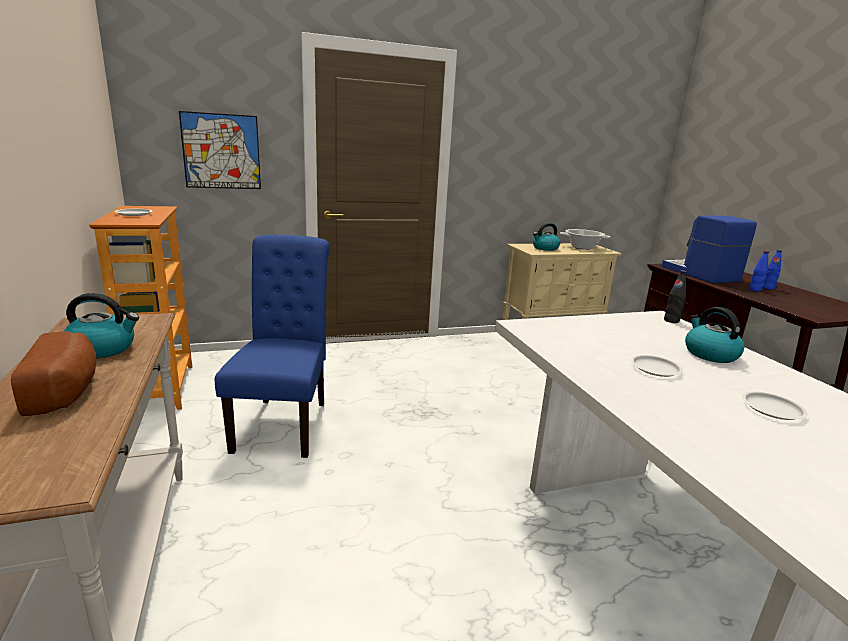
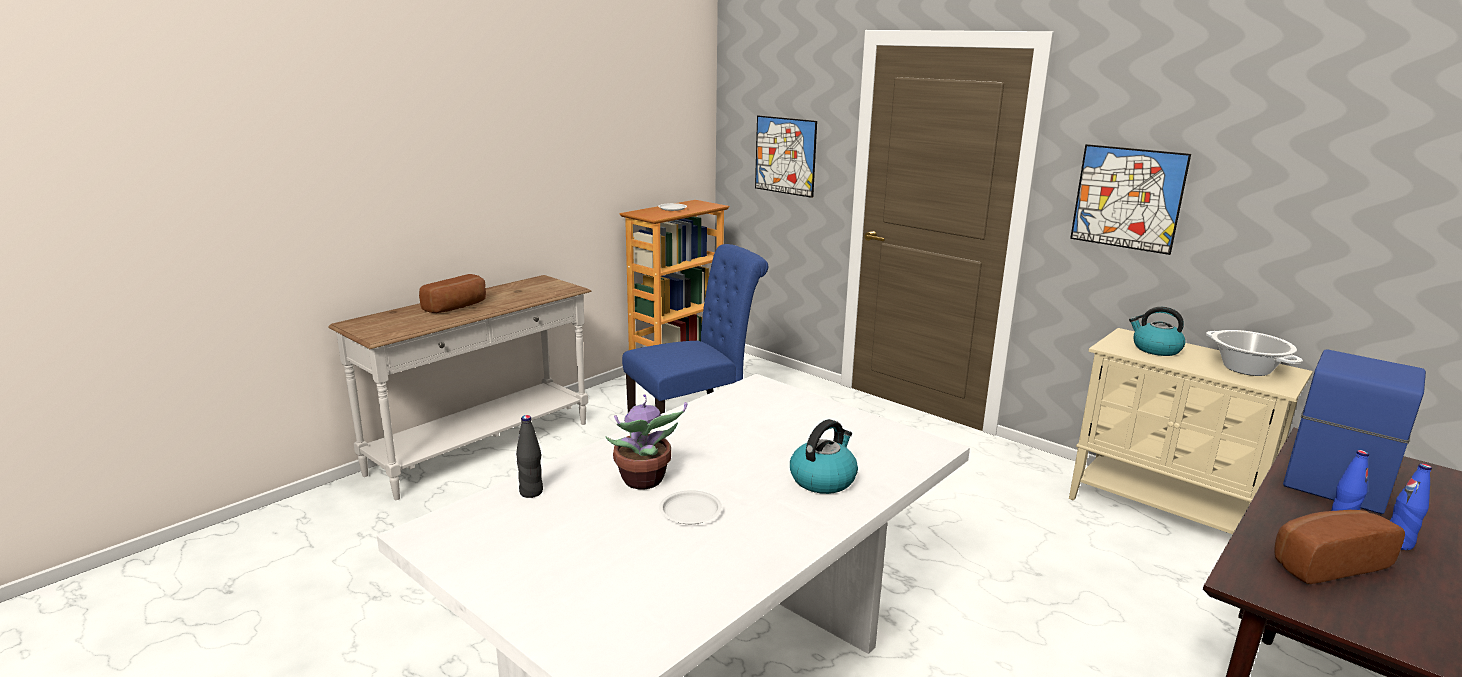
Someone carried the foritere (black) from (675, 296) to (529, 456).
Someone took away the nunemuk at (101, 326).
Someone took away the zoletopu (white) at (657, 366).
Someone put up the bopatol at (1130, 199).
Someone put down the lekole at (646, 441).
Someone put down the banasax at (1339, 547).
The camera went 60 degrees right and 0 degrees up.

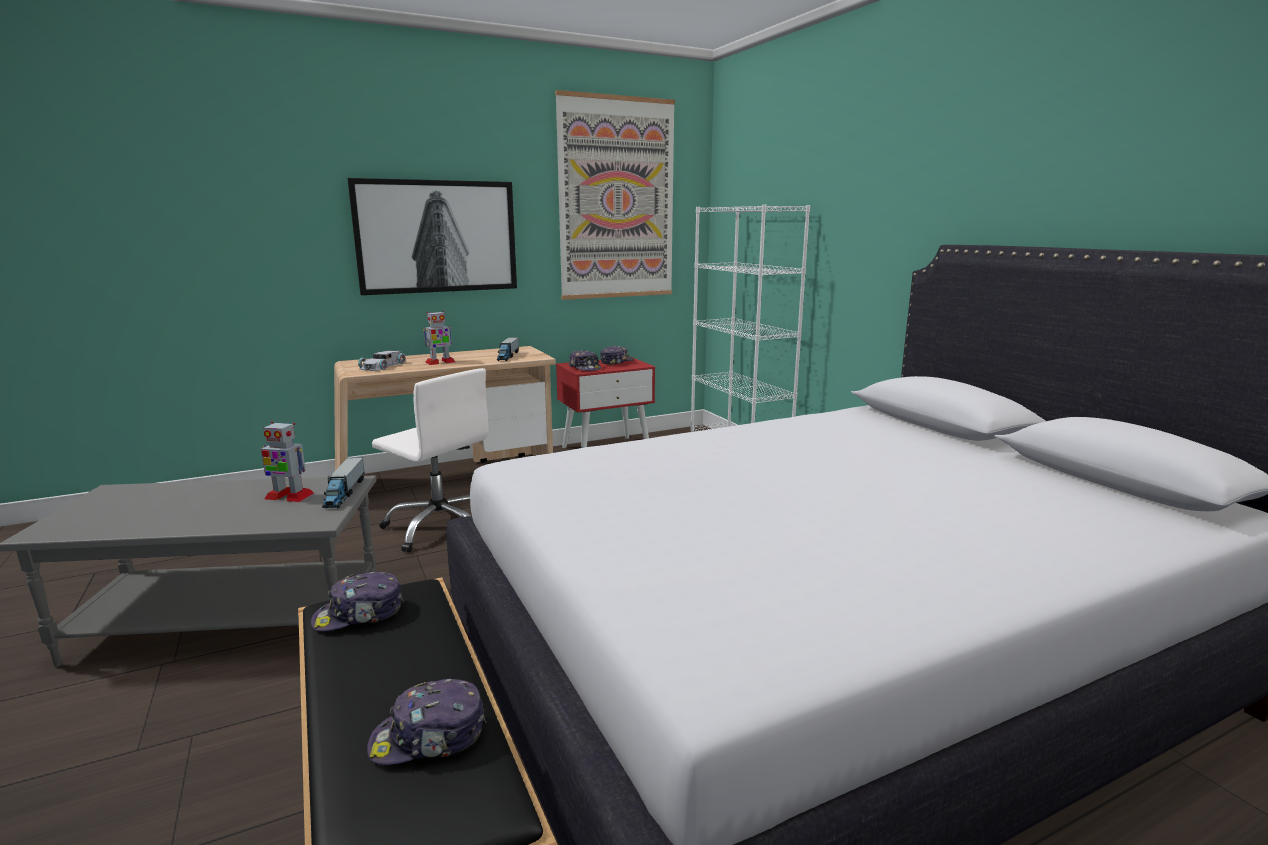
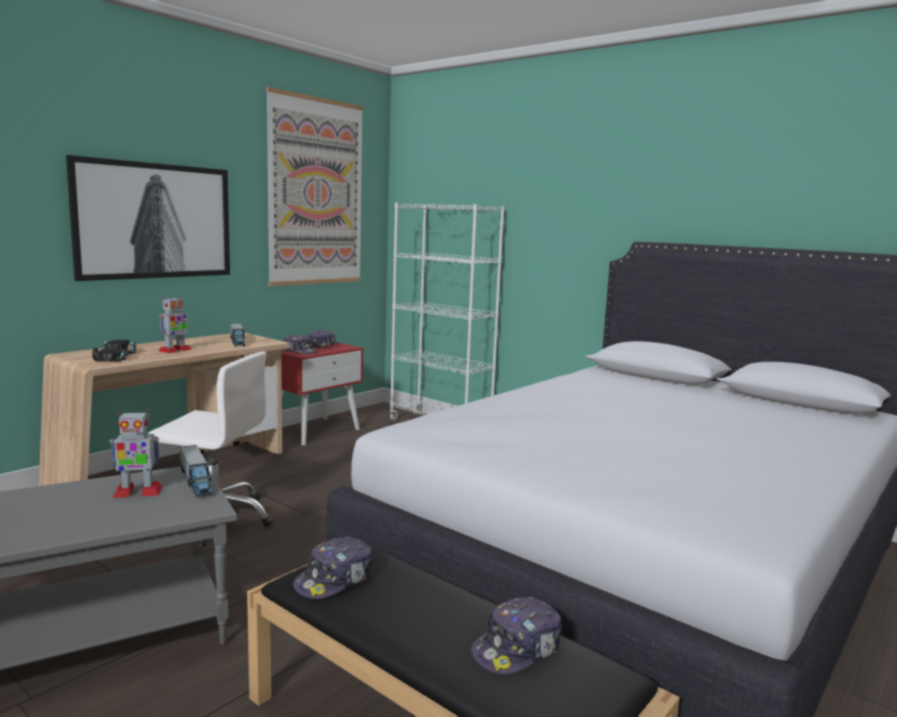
Someone repainted the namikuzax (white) at (382, 360), which became the namikuzax (black) at (114, 351).
The camera went 25 degrees left and 5 degrees down.

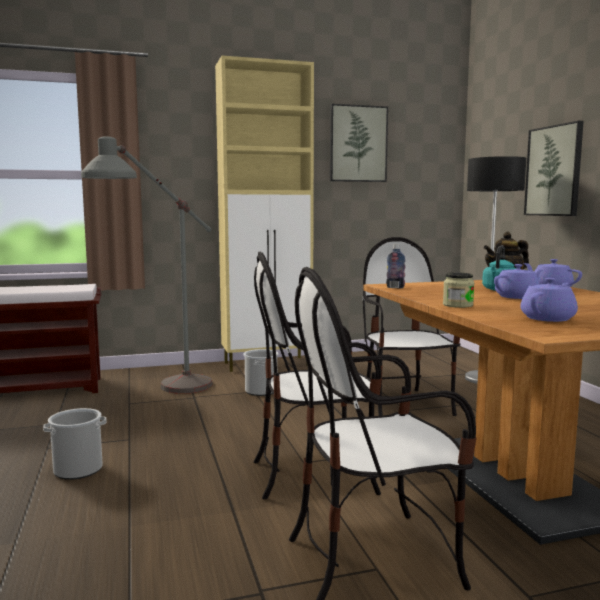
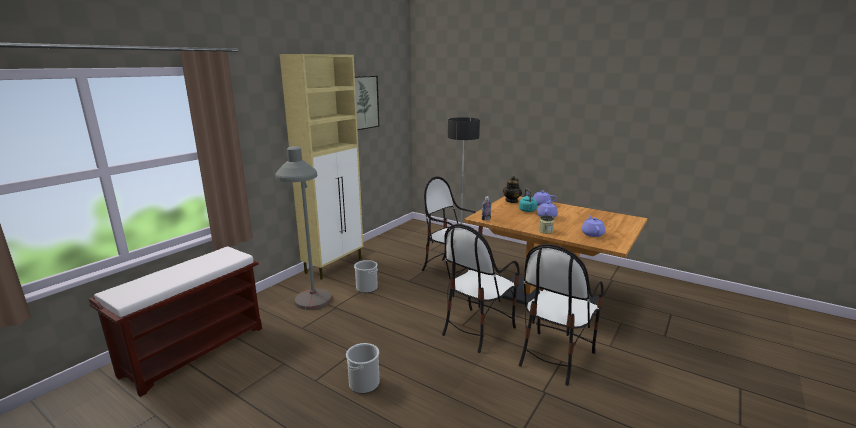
Someone took away the bopatol at (554, 168).
The camera went 40 degrees left and 10 degrees up.

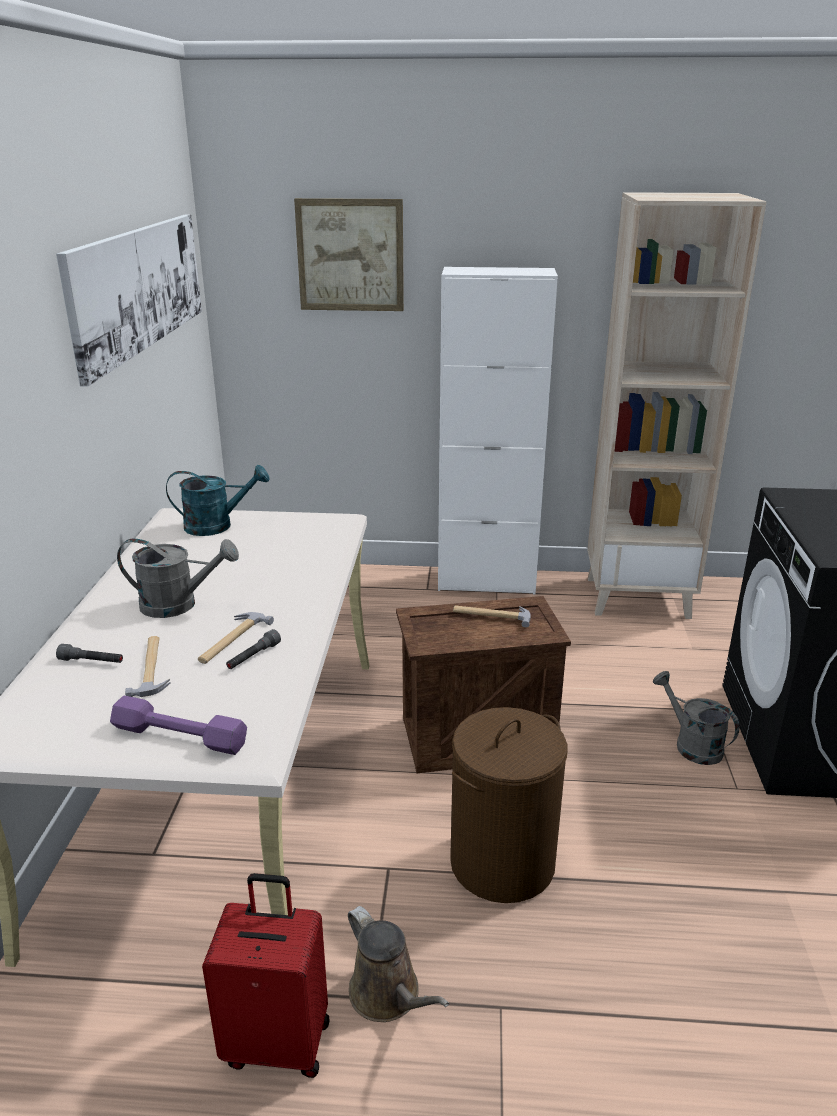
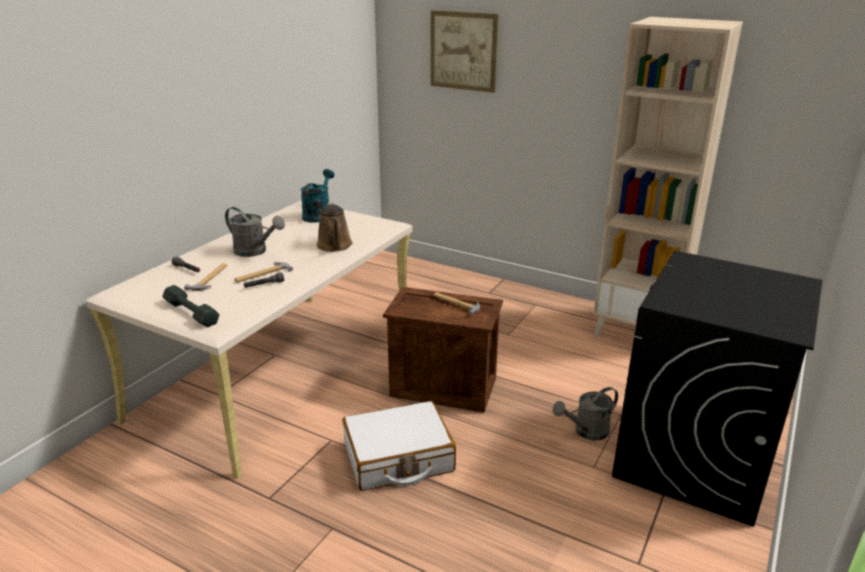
Someone took away the bopatol at (129, 300).
Someone took away the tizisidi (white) at (498, 431).
Someone rotated the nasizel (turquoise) at (218, 500) by 90 degrees counterclockwise.
Someone rotated the nasizel (grey) at (696, 718) by 105 degrees counterclockwise.
Someone repainted the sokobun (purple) at (178, 725), which became the sokobun (grey) at (191, 306).
Someone swapped the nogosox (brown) at (509, 805) for the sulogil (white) at (399, 446).
Someone took away the sulogil (red) at (266, 975).
Someone carried the nasizel (brown) from (398, 964) to (335, 227).
The camera went 25 degrees right and 0 degrees up.

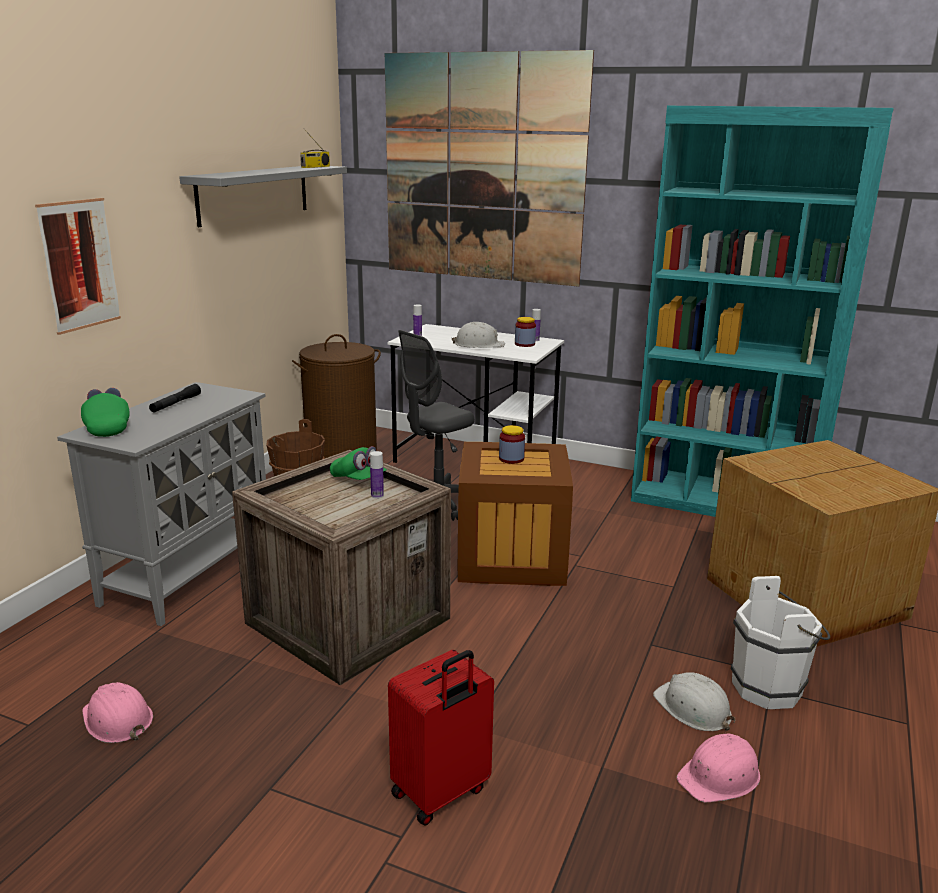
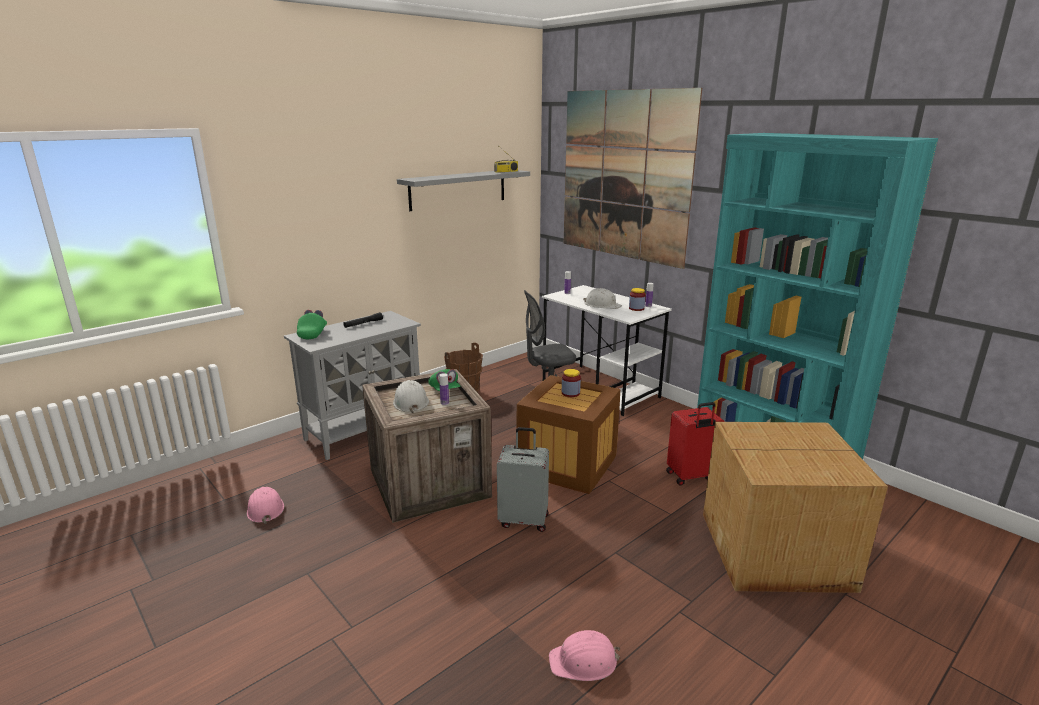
Someone took away the bopatol at (78, 266).
Someone took away the nogosox (brown) at (336, 396).
Someone took away the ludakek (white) at (780, 642).
Someone carried the sulogil (red) from (441, 738) to (695, 444).
Someone carried the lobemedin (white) from (694, 701) to (411, 396).
Someone put down the sulogil (grey) at (523, 479).
The camera went 25 degrees right and 0 degrees up.

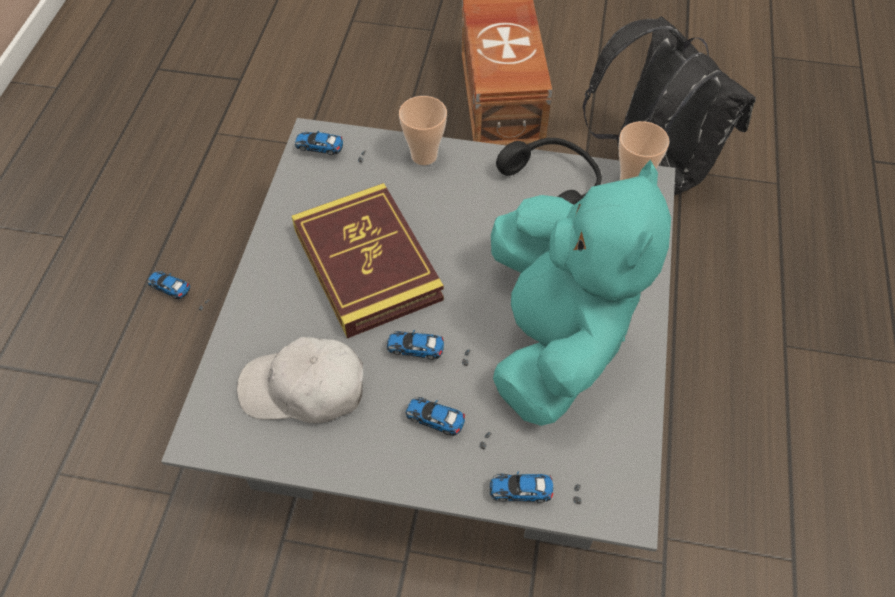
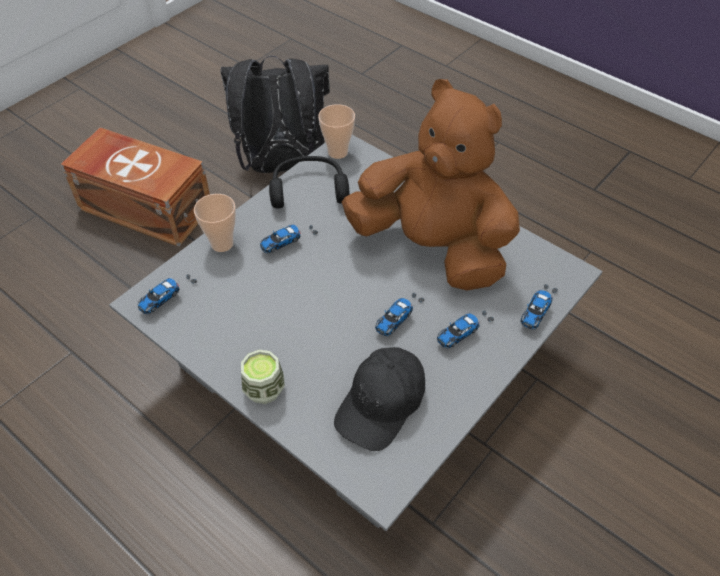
Someone repainted the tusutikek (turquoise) at (581, 293), which became the tusutikek (brown) at (431, 184).
Someone took away the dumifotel at (368, 260).
Someone carried the namikuzax from (179, 291) to (289, 239).
Someone repainted the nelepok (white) at (300, 380), which became the nelepok (black) at (379, 399).
Someone put down the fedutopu at (263, 377).
The camera went 60 degrees left and 5 degrees down.

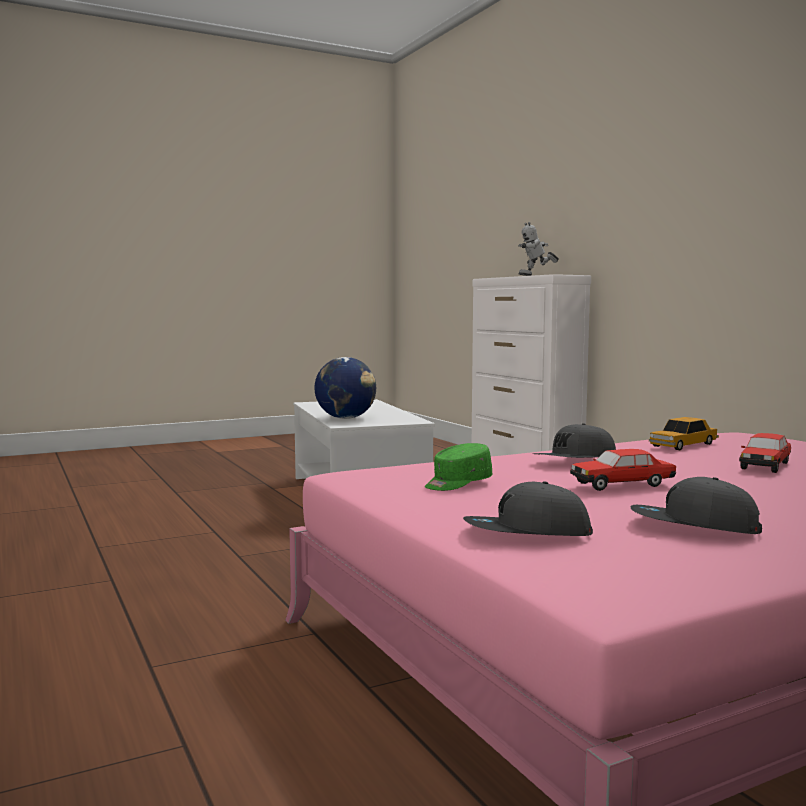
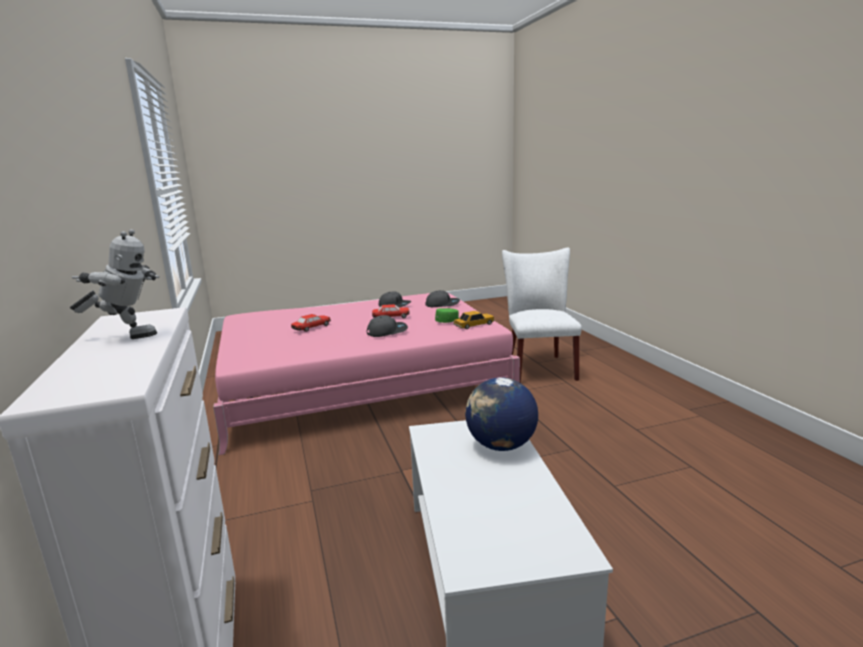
Someone carried the namikuzax from (684, 433) to (473, 320).
Someone put down the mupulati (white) at (542, 315).
The camera went 170 degrees left and 10 degrees up.

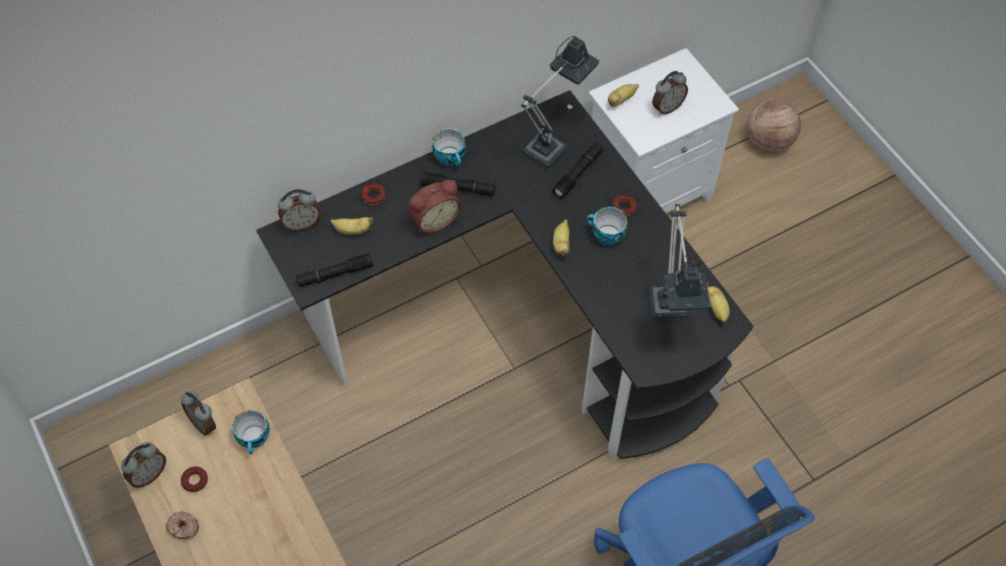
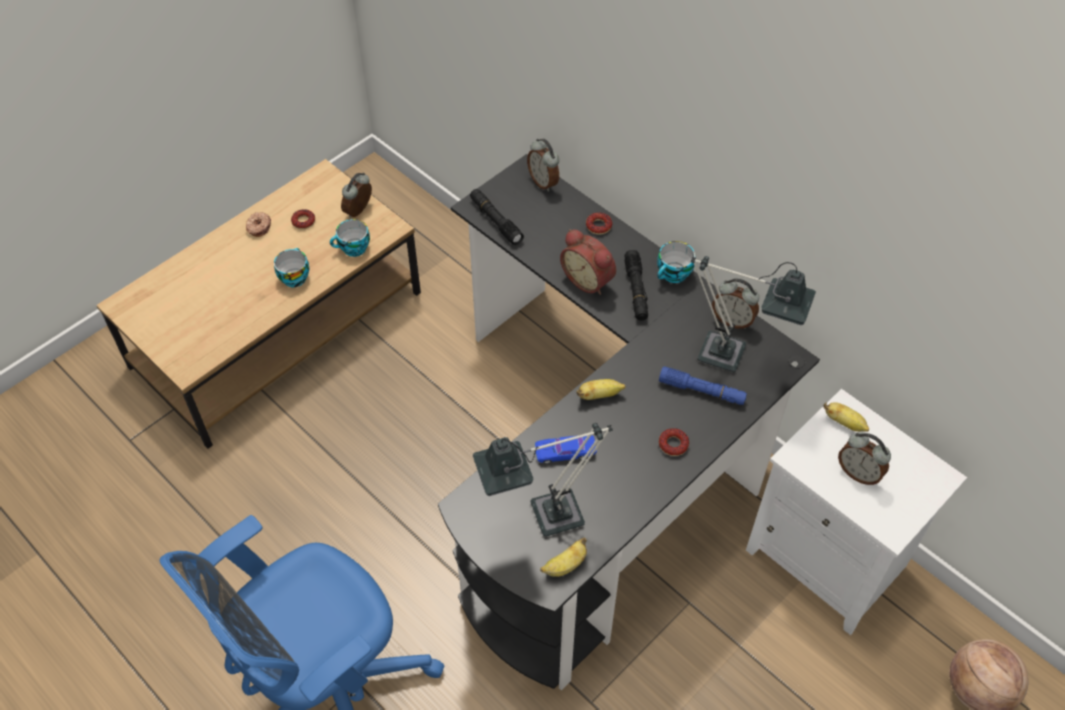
Someone repainted the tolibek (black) at (577, 171), which became the tolibek (blue) at (703, 385).
Someone carried the fedutopu from (606, 226) to (292, 267).
Someone took away the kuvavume at (352, 226).
Someone carried the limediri from (143, 465) to (735, 303).
Someone put down the namikuzax (blue) at (566, 449).
The camera went 75 degrees right and 5 degrees down.

